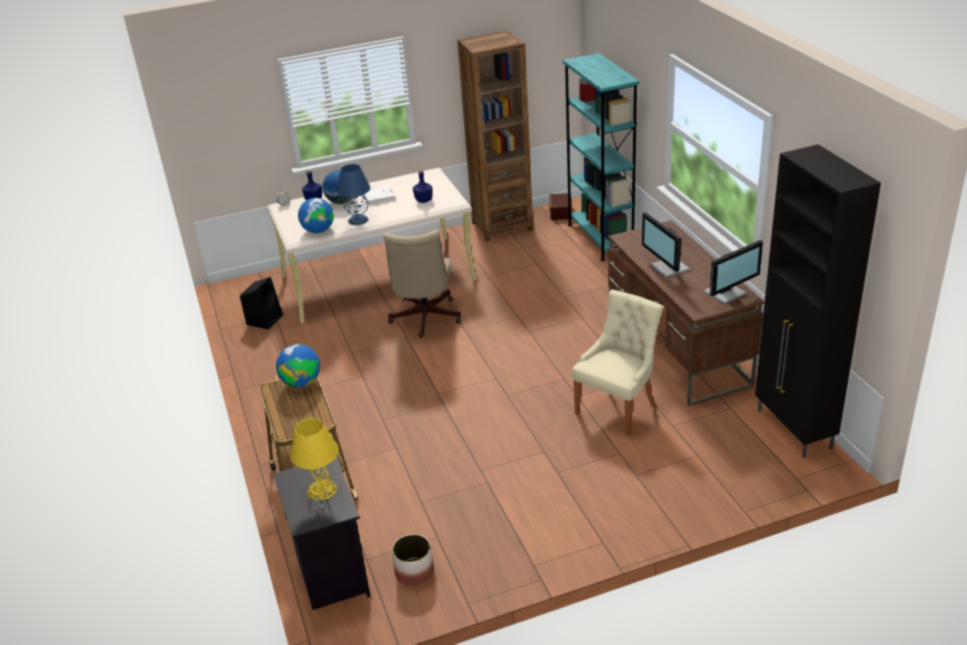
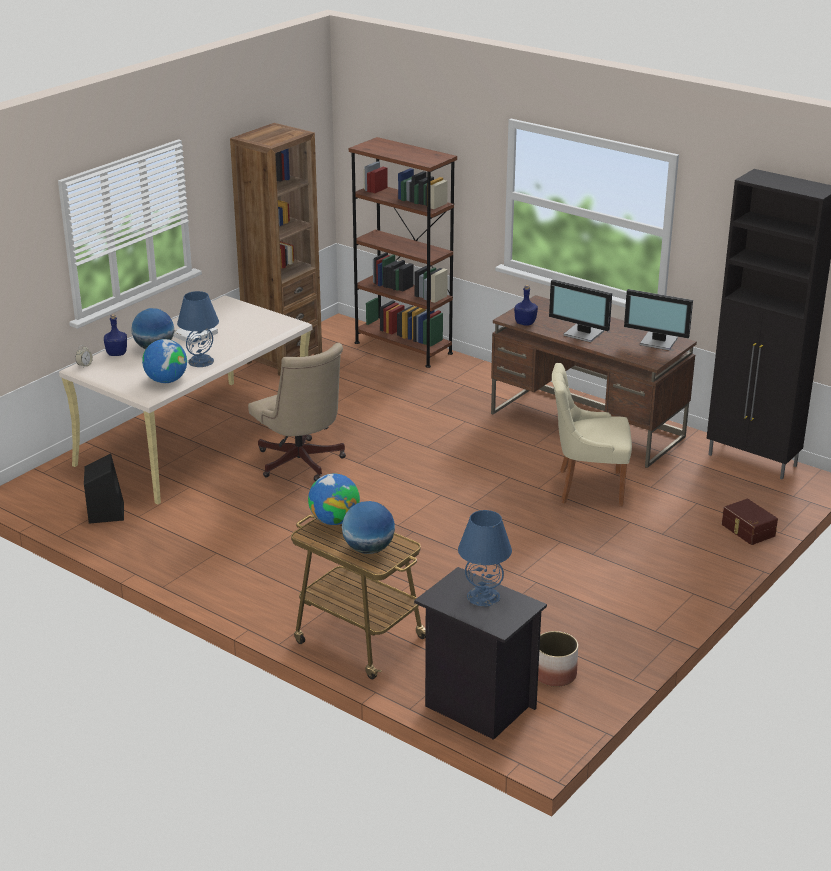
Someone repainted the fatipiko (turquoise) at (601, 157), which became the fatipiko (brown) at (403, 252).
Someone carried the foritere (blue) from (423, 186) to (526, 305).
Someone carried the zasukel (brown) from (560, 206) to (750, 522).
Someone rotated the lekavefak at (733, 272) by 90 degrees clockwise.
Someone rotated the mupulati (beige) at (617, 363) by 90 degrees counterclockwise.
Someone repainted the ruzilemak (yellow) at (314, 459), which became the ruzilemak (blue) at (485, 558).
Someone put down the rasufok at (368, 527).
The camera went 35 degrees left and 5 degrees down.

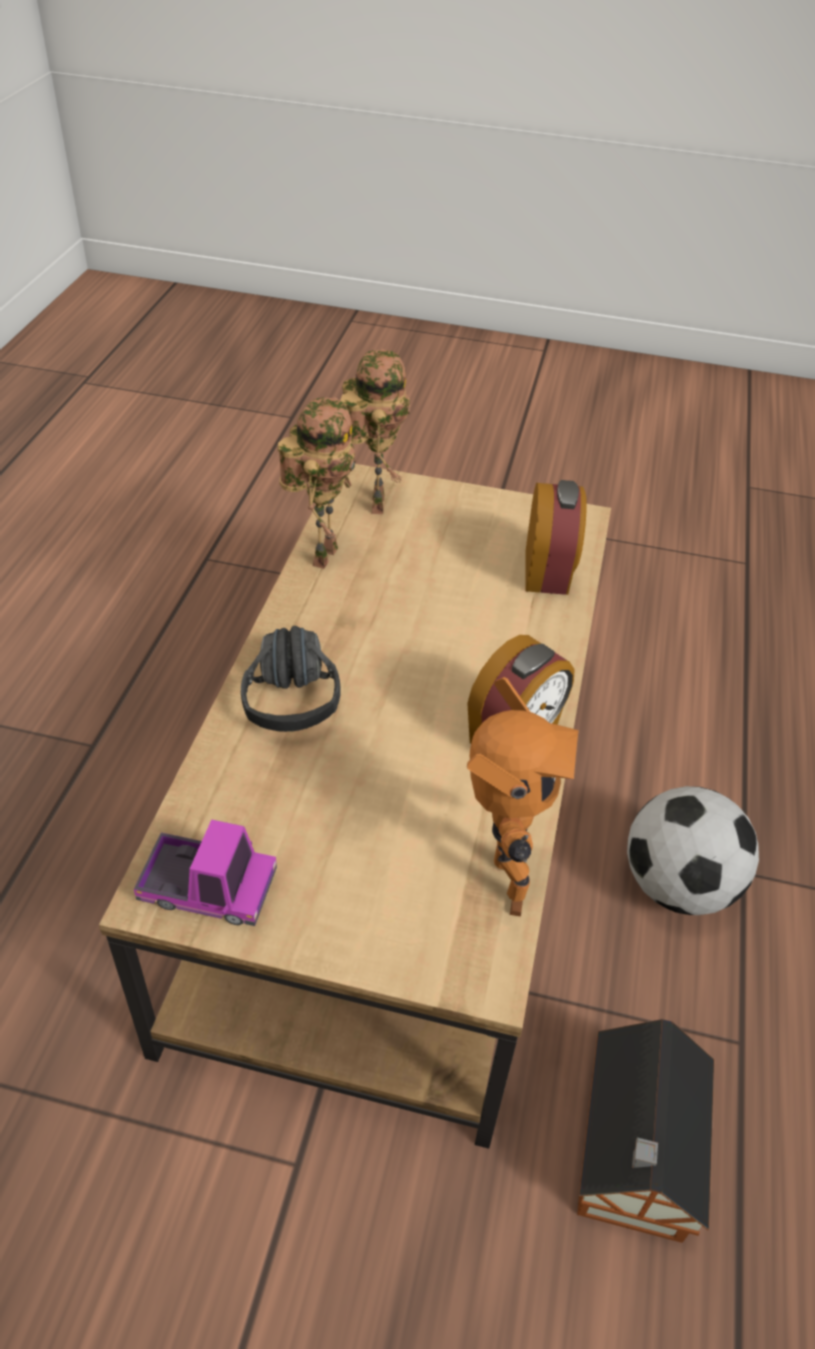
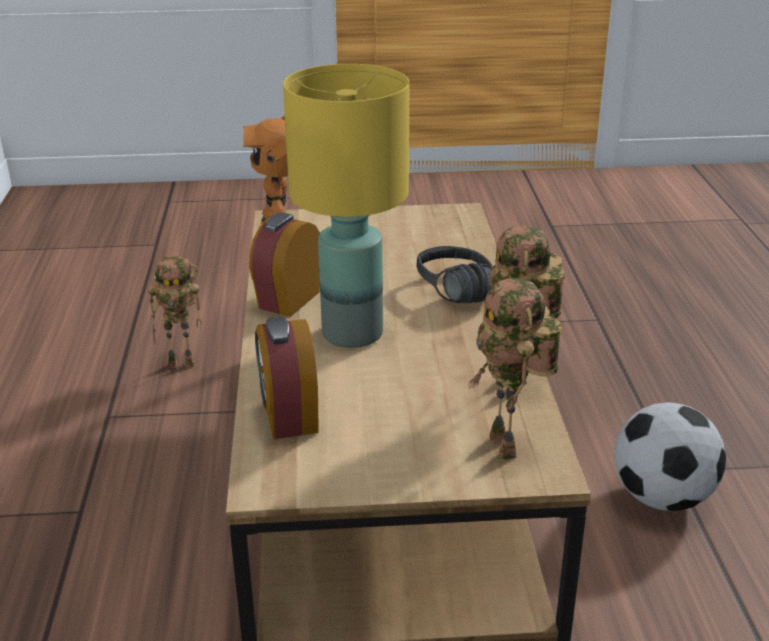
Someone carried the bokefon from (693, 850) to (670, 456).
Someone took away the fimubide at (205, 872).
Someone swapped the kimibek at (645, 1131) for the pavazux at (175, 312).
Someone put down the ruzilemak (yellow) at (346, 206).
The camera went 165 degrees right and 15 degrees down.

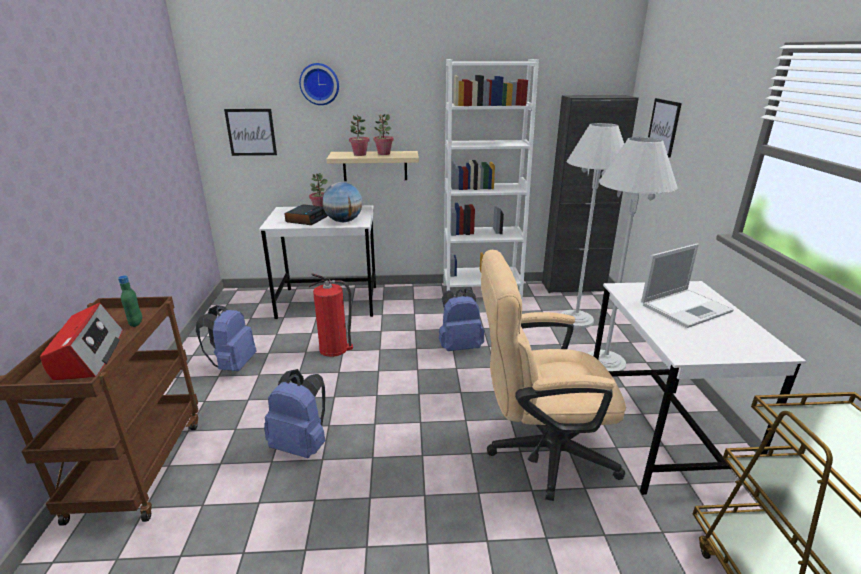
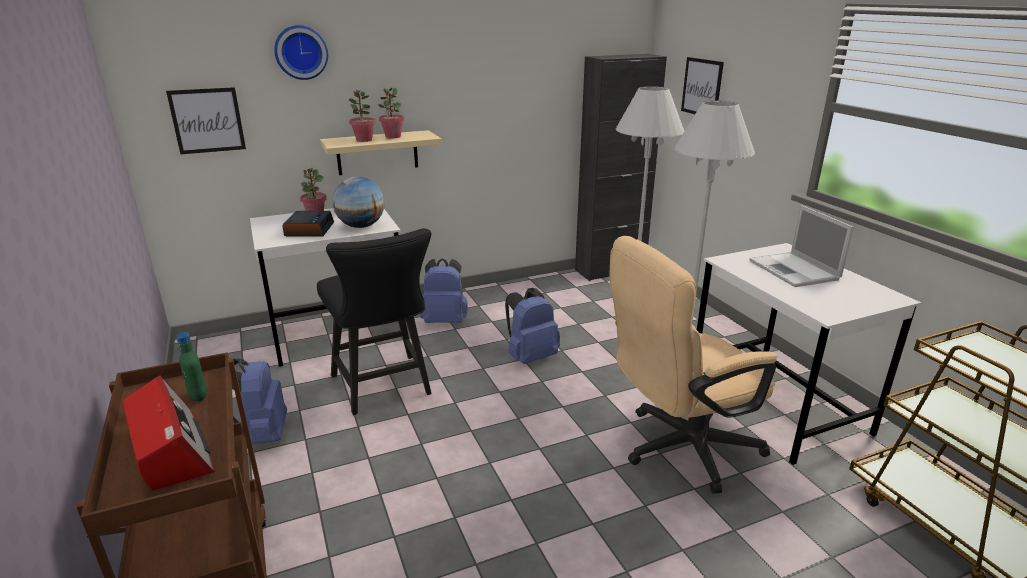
Someone took away the fatipiko (white) at (491, 179).
Someone rotated the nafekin at (687, 286) by 120 degrees clockwise.
Someone swapped the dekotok at (331, 315) for the mupulati (black) at (374, 321).
Someone carried the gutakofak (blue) from (294, 413) to (444, 290).
The camera went 20 degrees left and 0 degrees up.

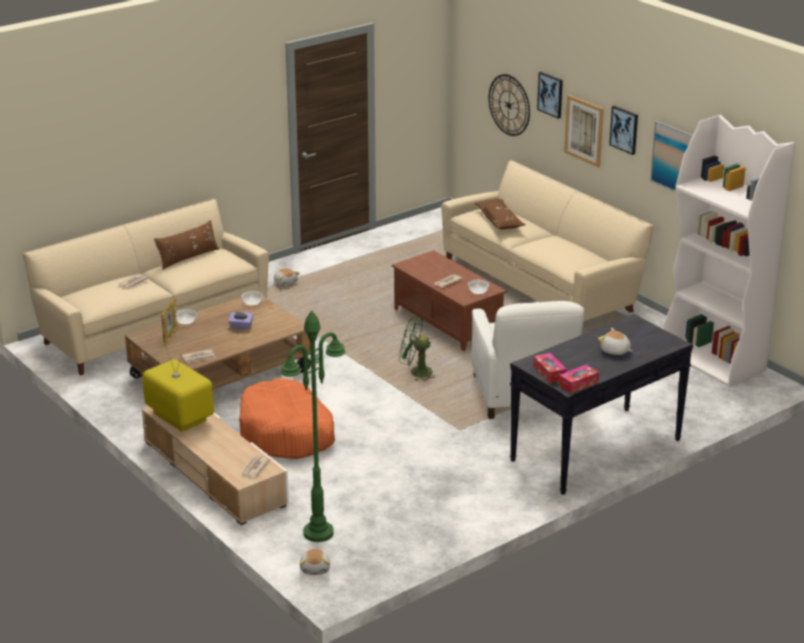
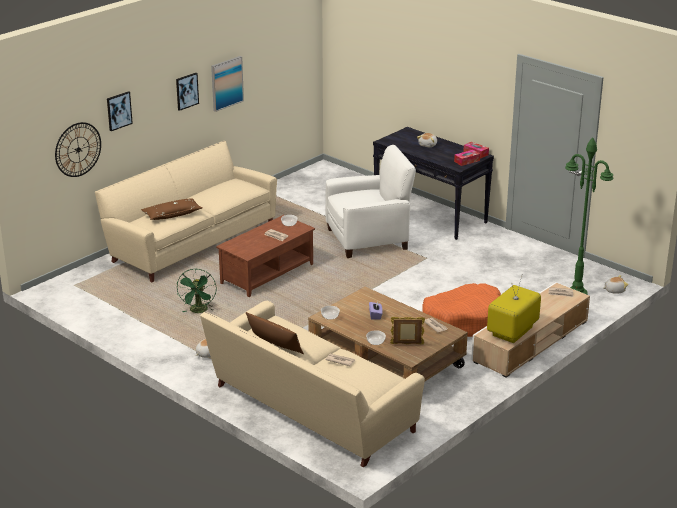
Someone took away the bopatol at (584, 131).
Someone took away the fatipiko (white) at (729, 251).
Someone carried the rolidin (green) from (418, 349) to (197, 291).
The camera went 100 degrees left and 0 degrees up.

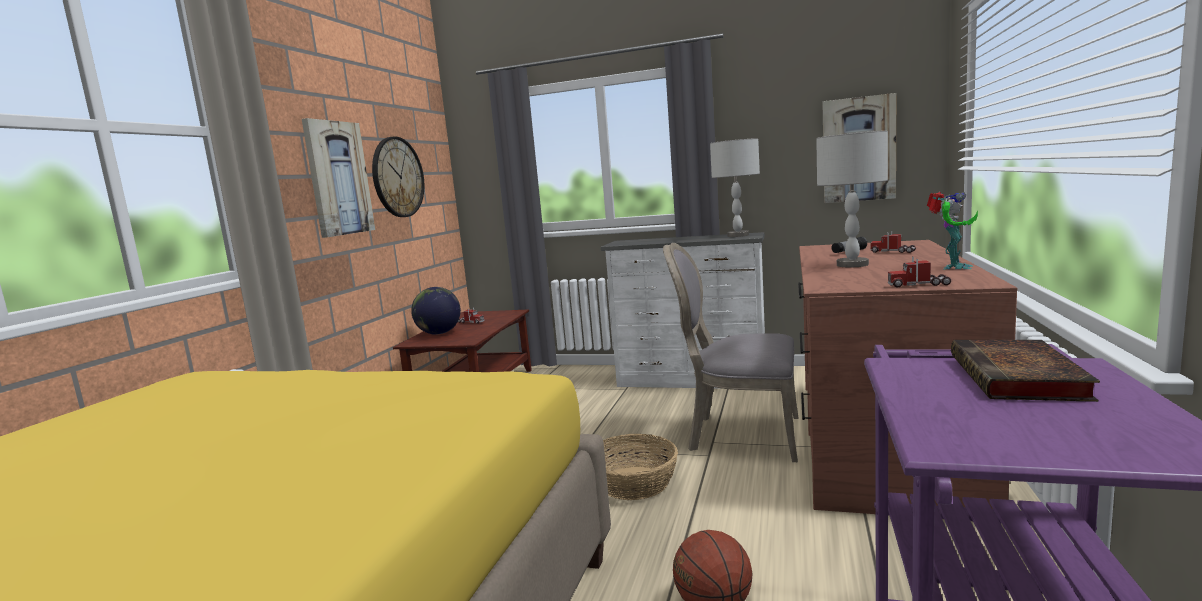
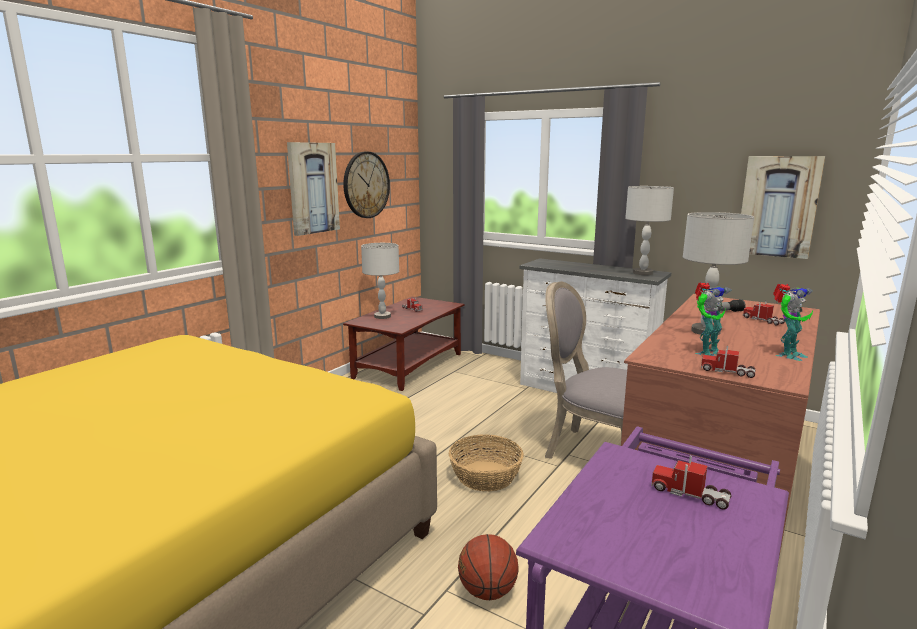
Someone swapped the rasufok at (436, 311) for the ruzilemak (grey) at (380, 281).
Someone swapped the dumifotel at (1025, 371) for the fimubide at (691, 482).
Someone put down the pavazux at (713, 319).
The camera went 15 degrees right and 5 degrees up.

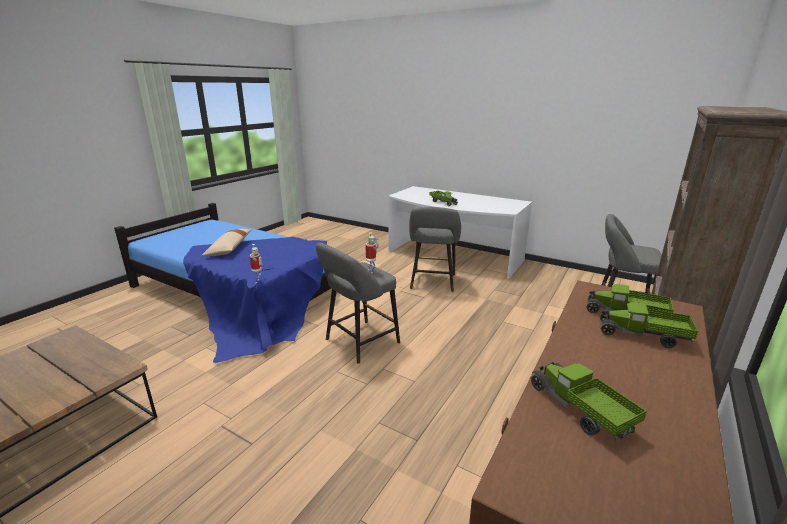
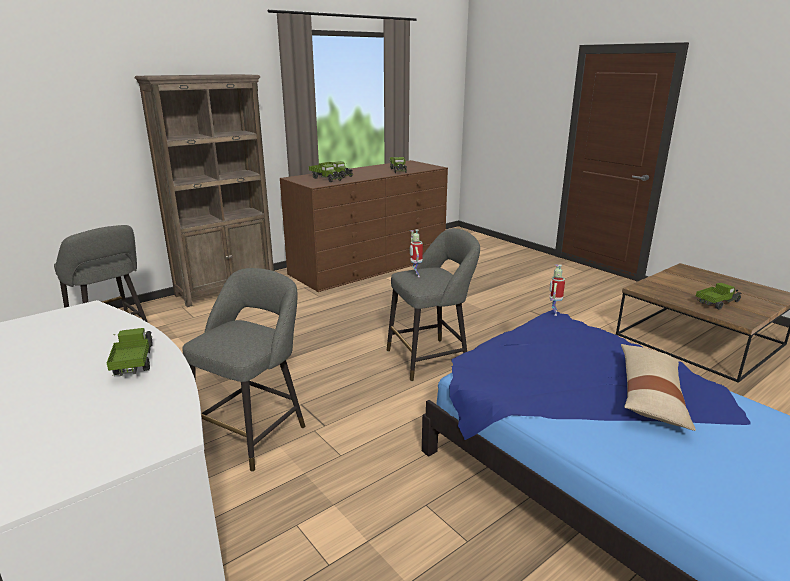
Someone put down the fimubide at (719, 296).
The camera went 160 degrees left and 0 degrees up.

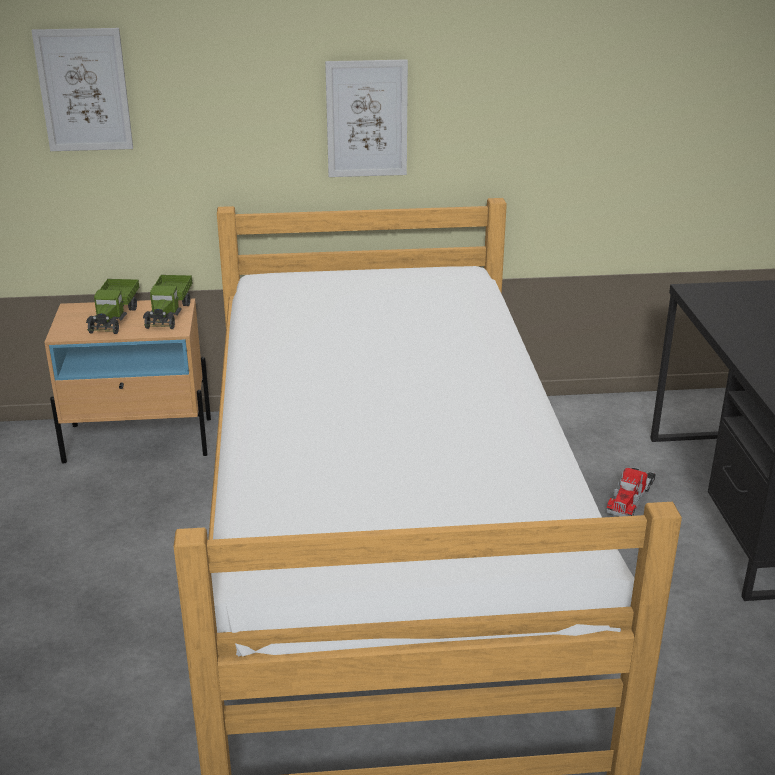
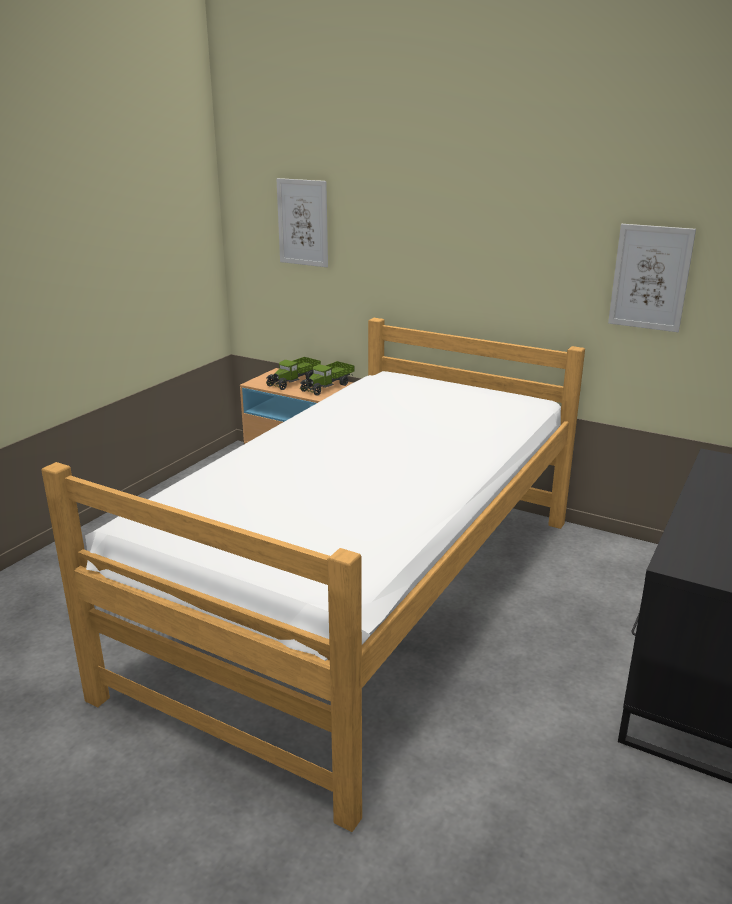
Someone carried the bopatol from (366, 118) to (652, 278).
Someone took away the fimubide at (631, 492).
The camera went 35 degrees right and 5 degrees down.

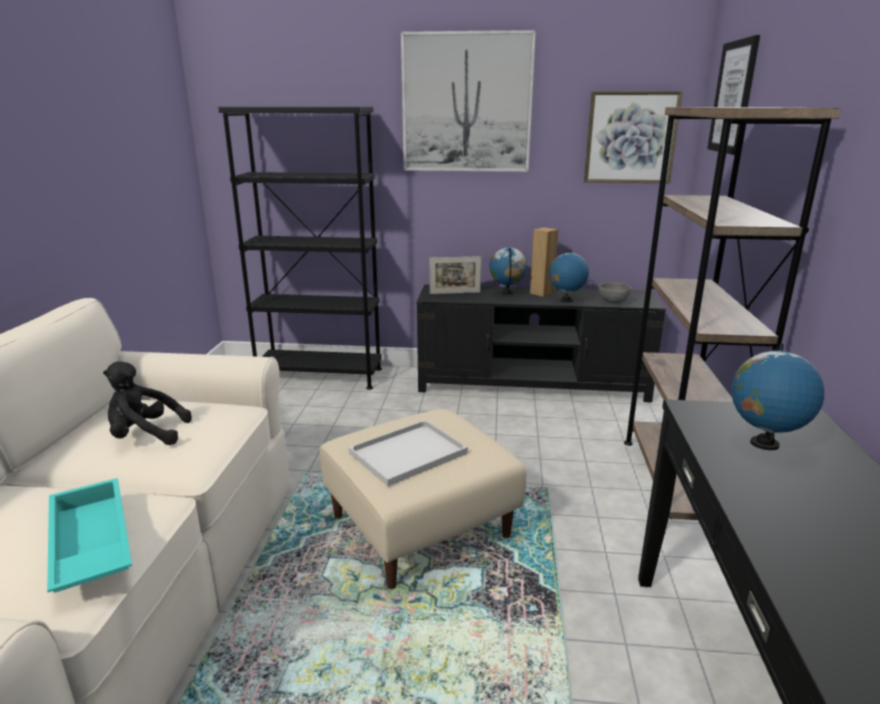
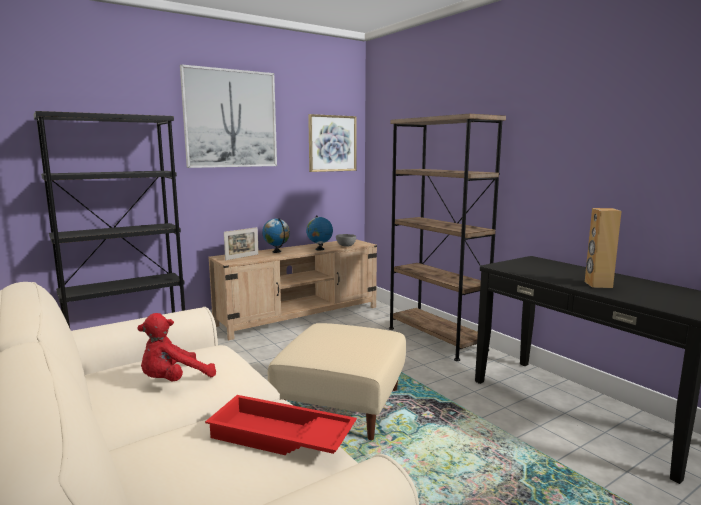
Someone took away the bopatol at (733, 95).
Someone carried the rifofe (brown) from (544, 262) to (603, 248).
Someone repainted the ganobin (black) at (541, 343), which became the ganobin (beige) at (292, 289).
Someone took away the rasufok at (777, 397).
Someone repainted the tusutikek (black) at (147, 403), which became the tusutikek (red) at (176, 347).
Someone took away the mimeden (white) at (408, 453).
Someone repainted the mimeden (turquoise) at (89, 535), which became the mimeden (red) at (281, 425).
The camera went 40 degrees left and 10 degrees down.

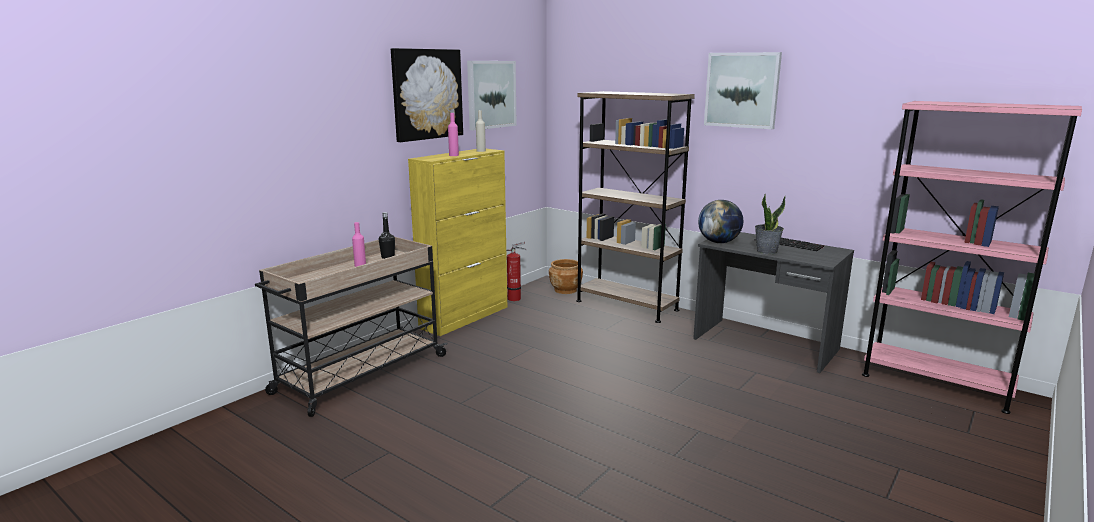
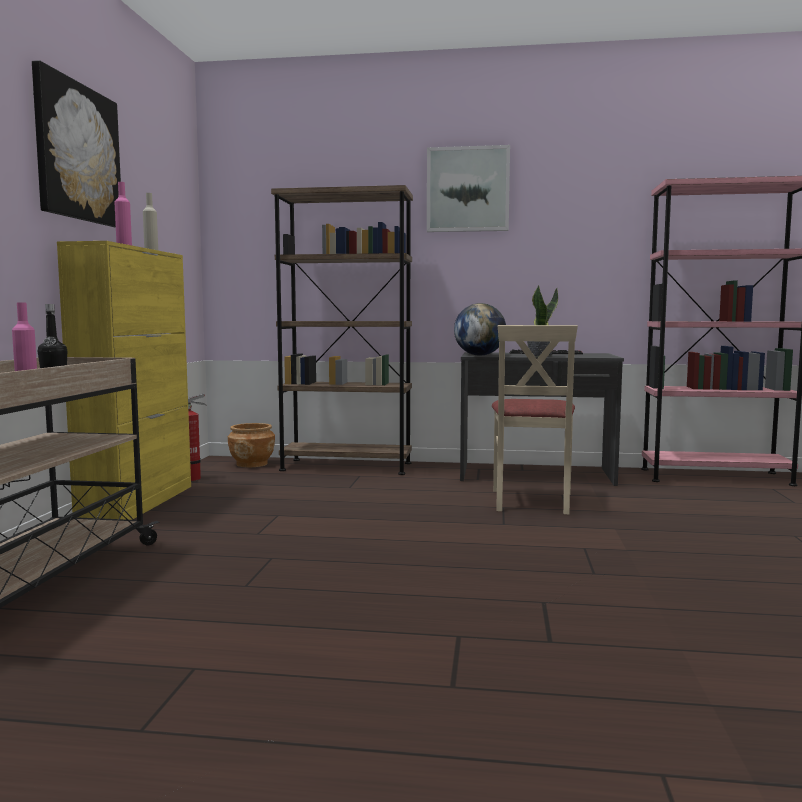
Someone took away the bopatol at (492, 95).
Someone put down the mupulati (beige) at (535, 419).
The camera went 30 degrees left and 10 degrees down.

